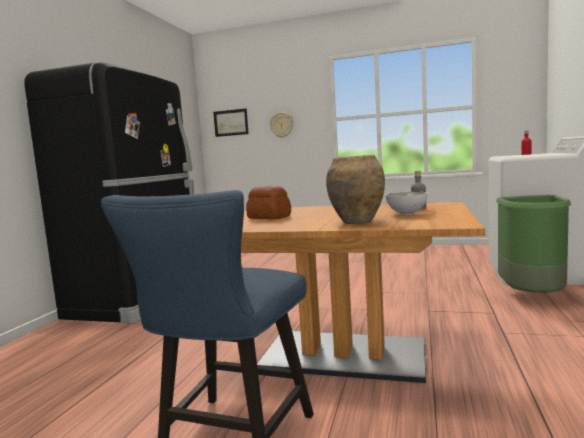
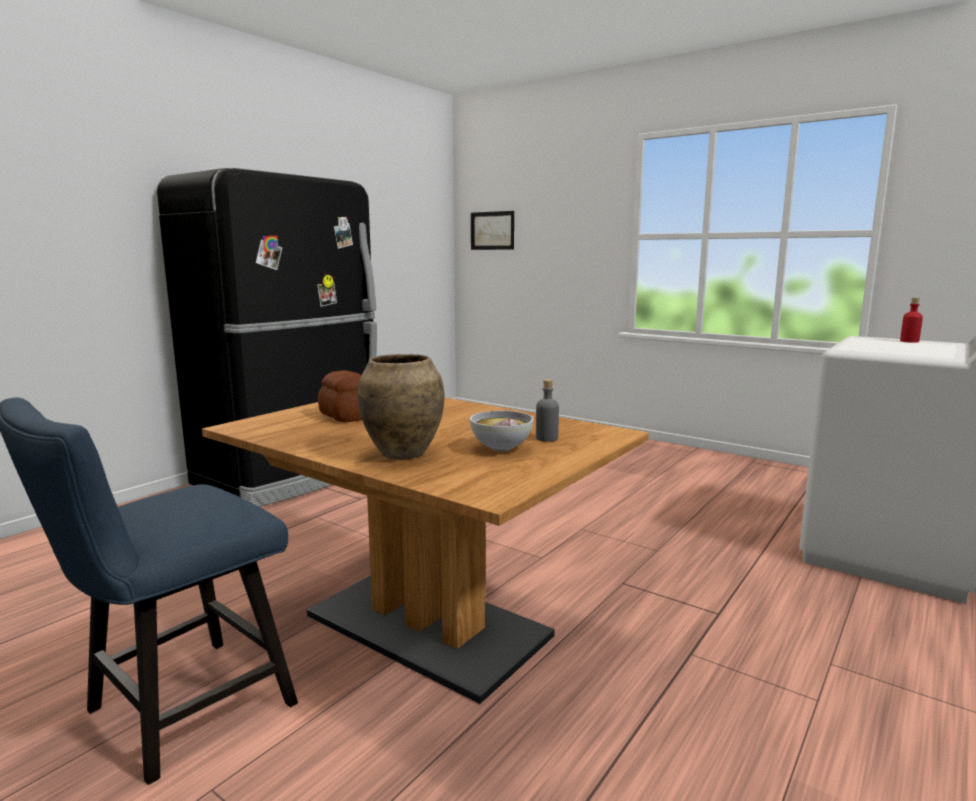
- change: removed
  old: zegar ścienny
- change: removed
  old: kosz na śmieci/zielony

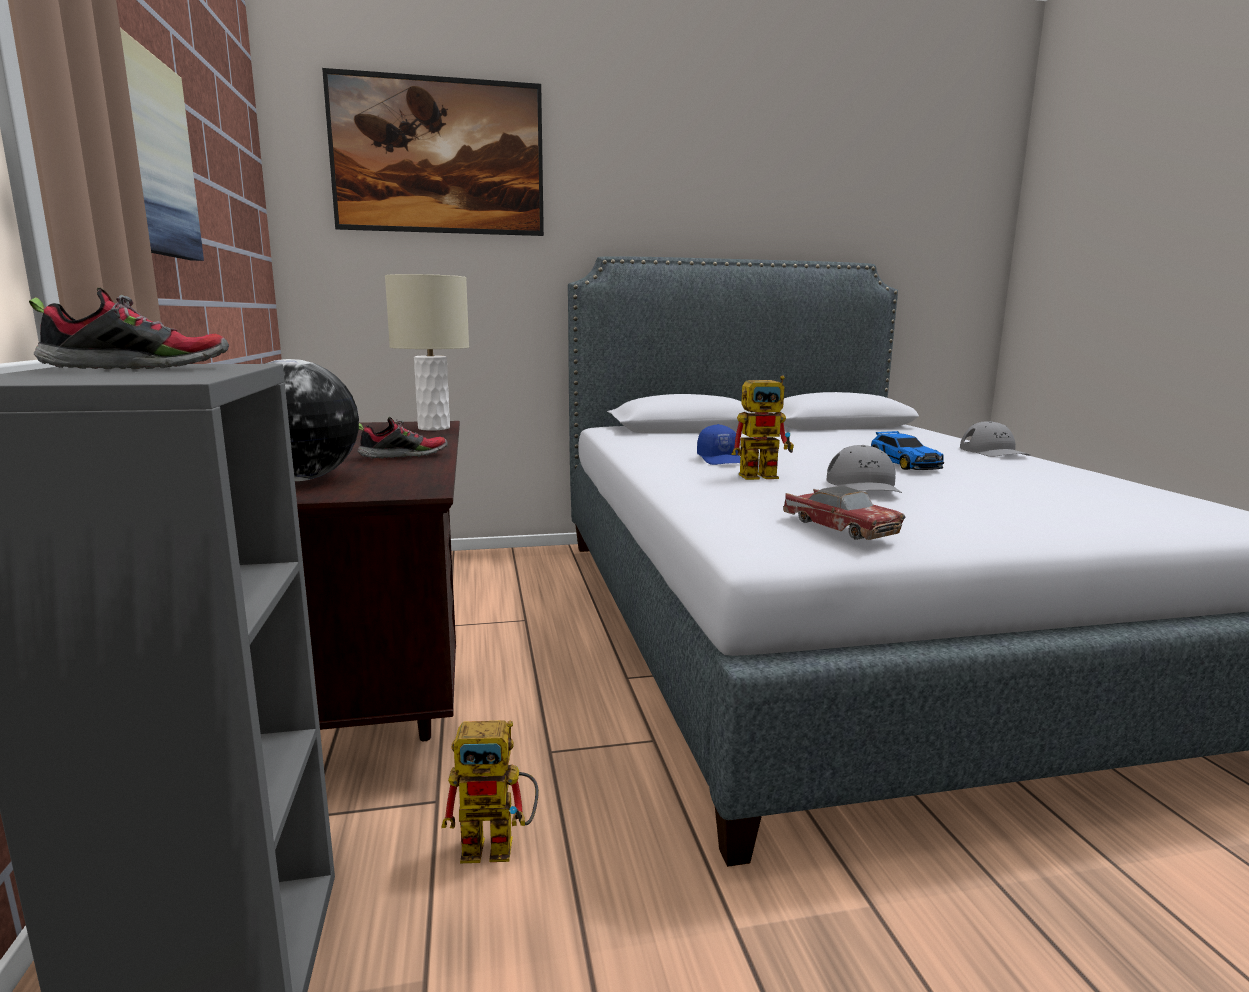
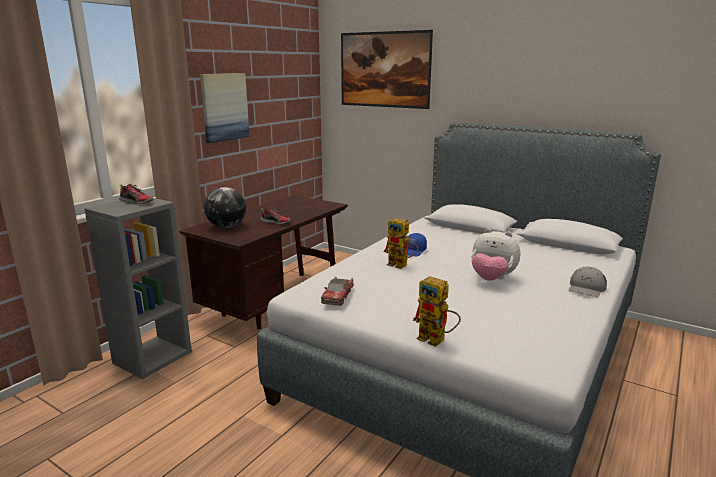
- change: removed
  old: lampa stołowa/beżowy
- change: replaced
  old: samochodzik (2nd from left)
  new: pluszak
- change: removed
  old: czapka z daszkiem/szary (1st from left)
- change: moved
  old: robot zabawkowy (1st from left in the first image)
  new: robot zabawkowy (2nd from left)

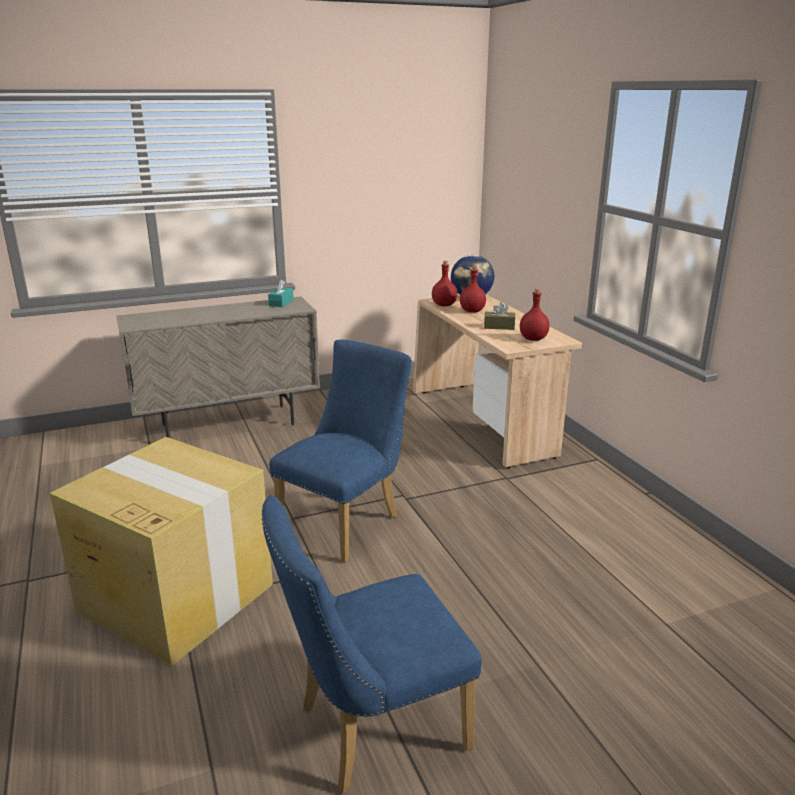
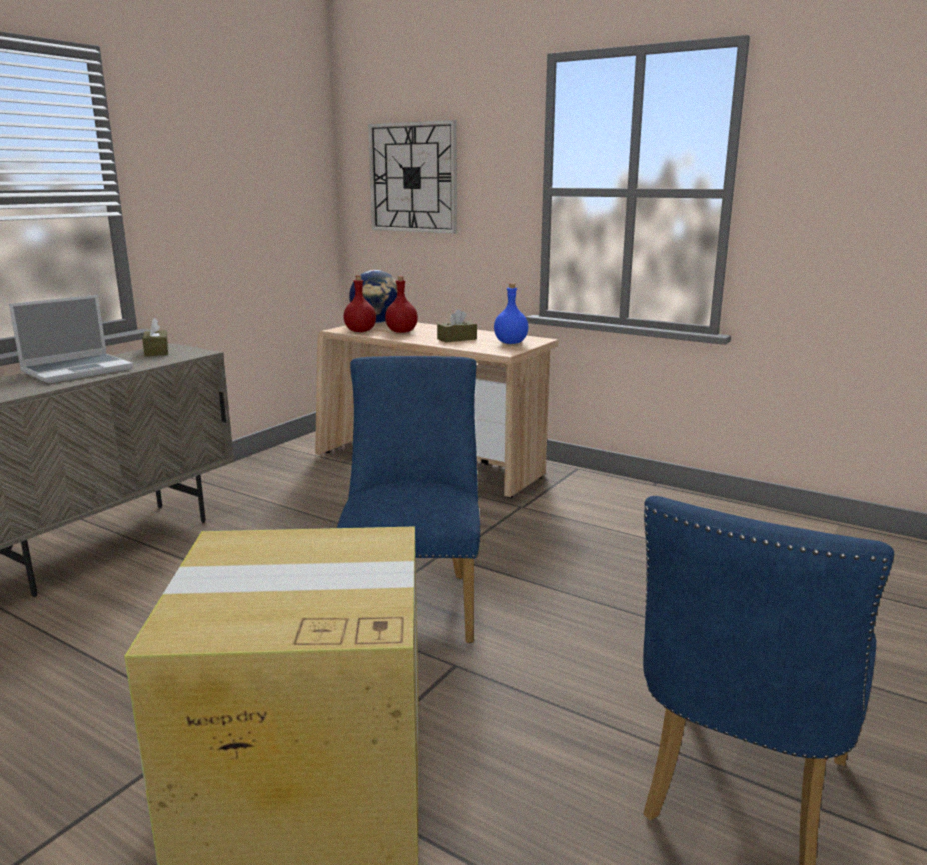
- change: recoloured
  old: pudełko chusteczek/turkusowy
  new: pudełko chusteczek/brązowy (1st from left)
- change: recoloured
  old: butelka/czerwony (3rd from left)
  new: butelka/niebieski
- change: added
  new: zegar ścienny
- change: added
  new: laptop

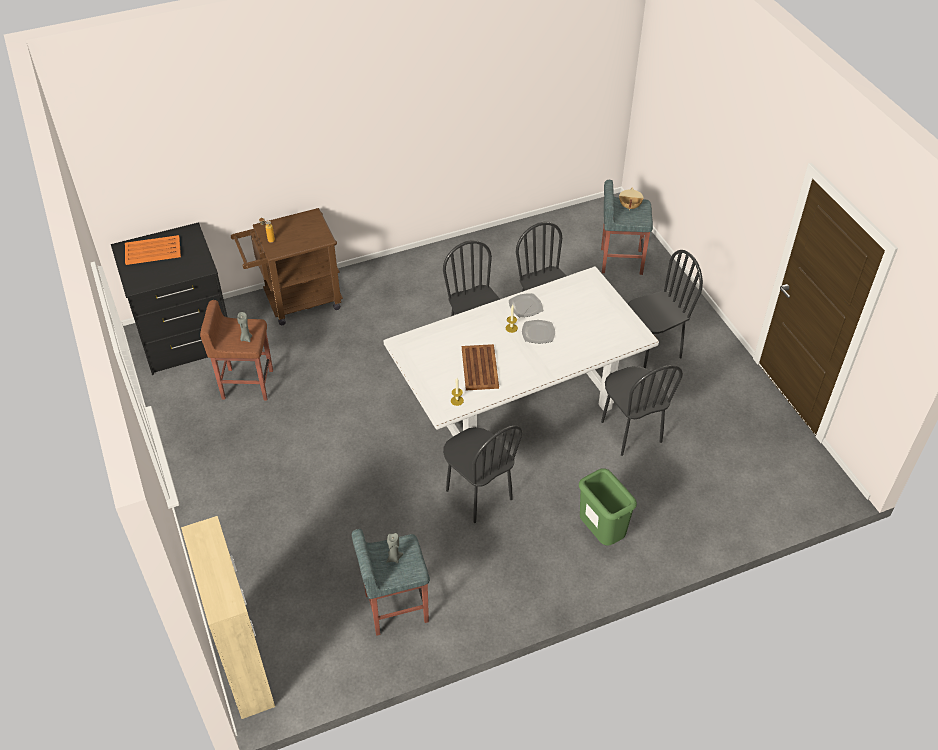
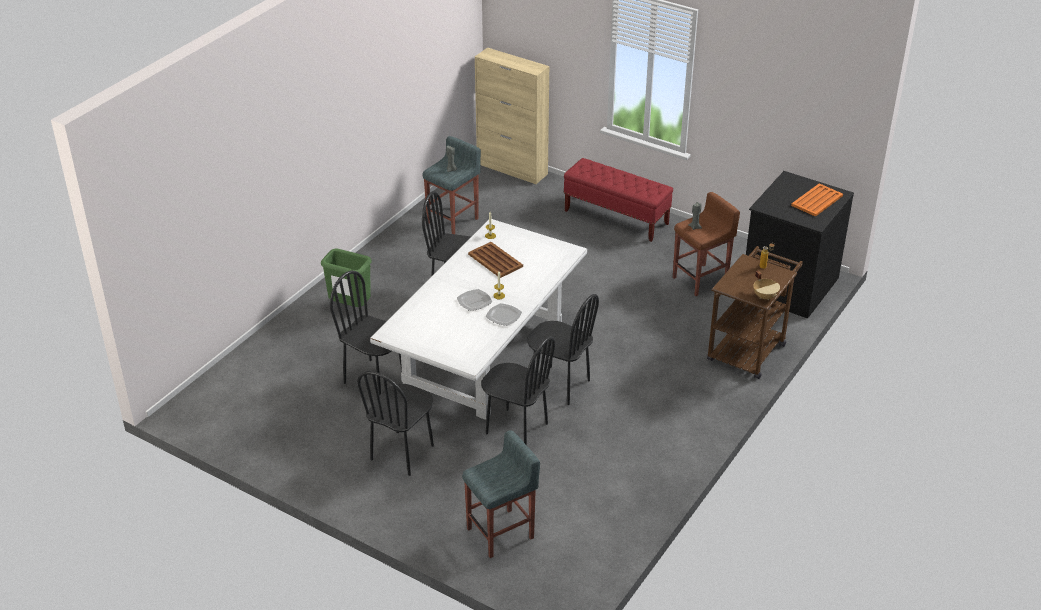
- change: moved
  old: garnek/beżowy
- change: added
  new: ławka/czerwony

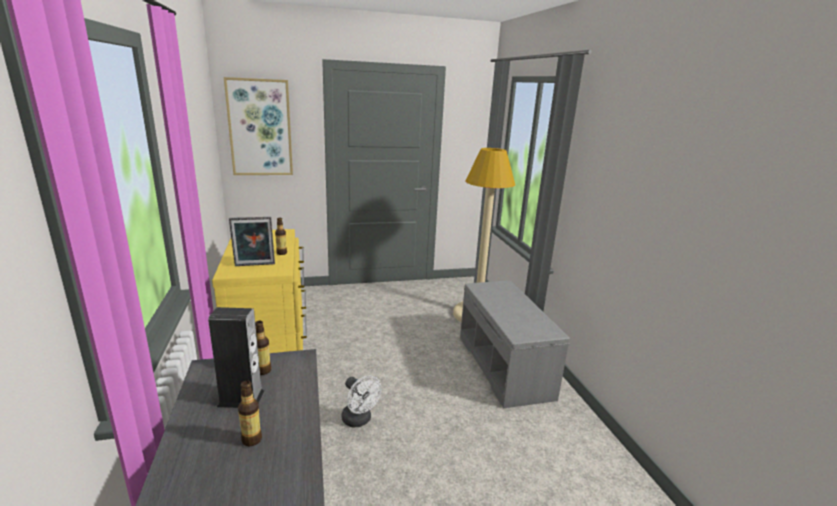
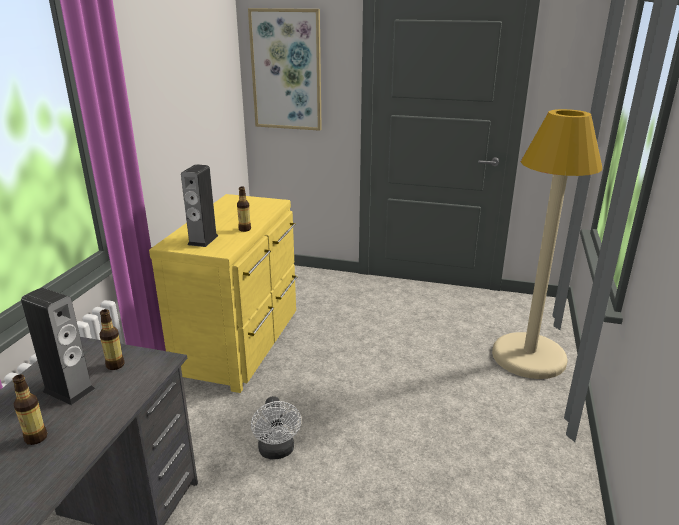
- change: replaced
  old: ramka na zdjęcie
  new: głośnik (2nd from left)
- change: removed
  old: ławka/szary

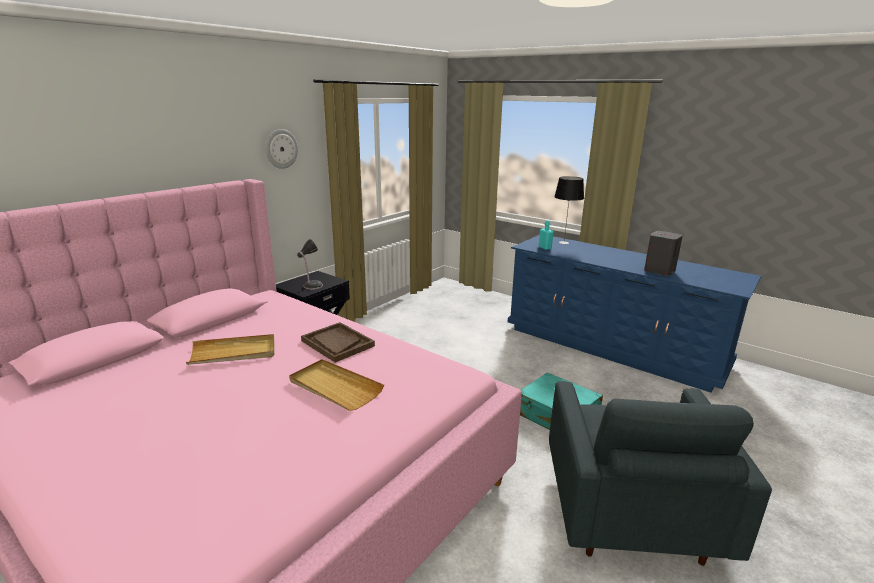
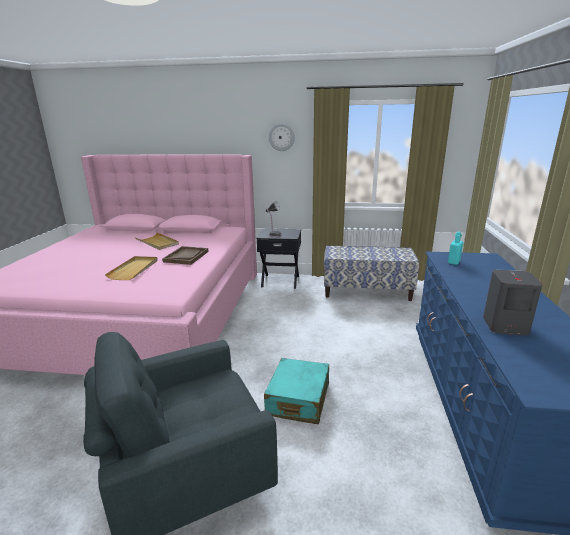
- change: removed
  old: lampa stołowa (2nd from left)
- change: added
  new: ławka

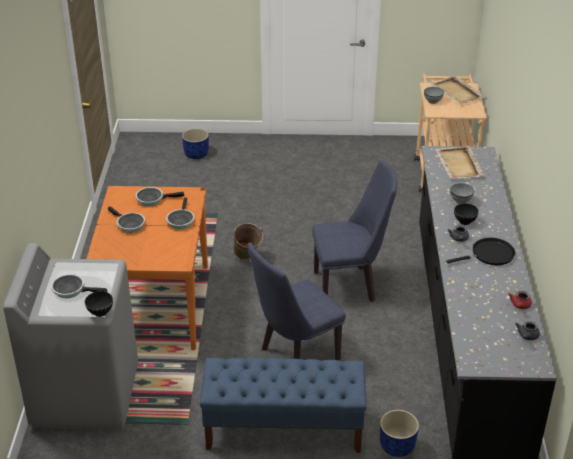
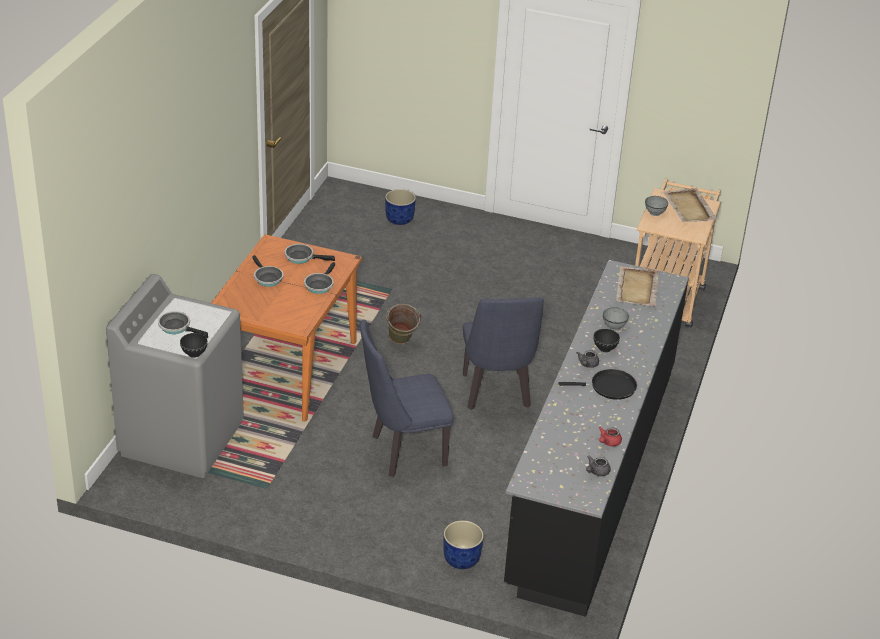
- change: turned
  old: krzesło/niebieski (2nd from left)
  degrees: 75
- change: removed
  old: ławka/niebieski

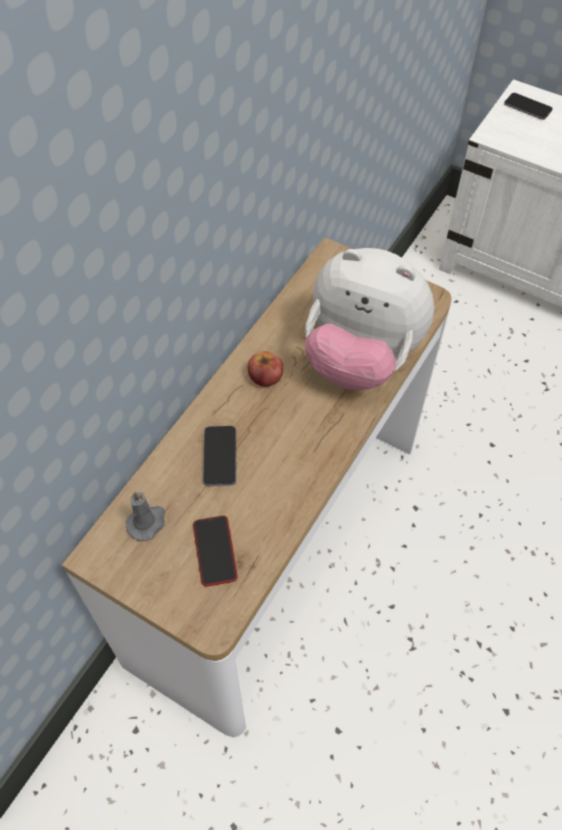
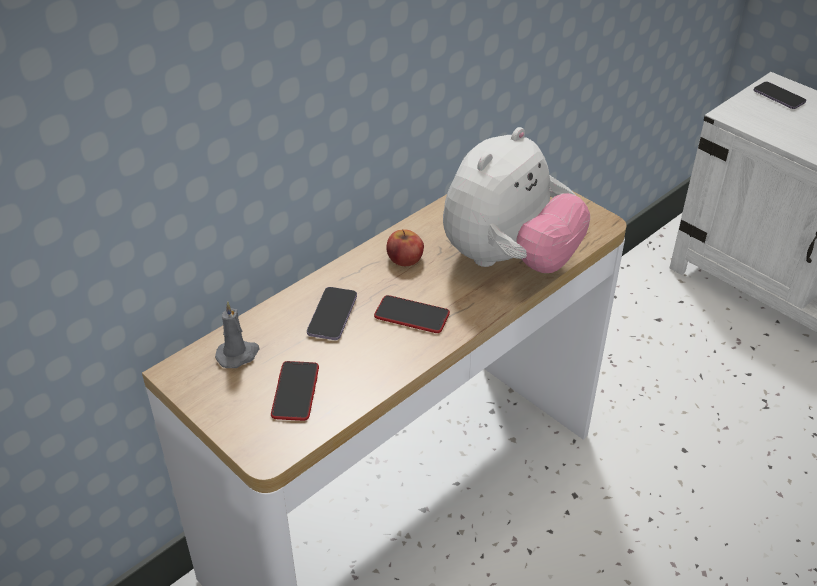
- change: turned
  old: pluszak
  degrees: -90
- change: added
  new: telefon (3rd from left)

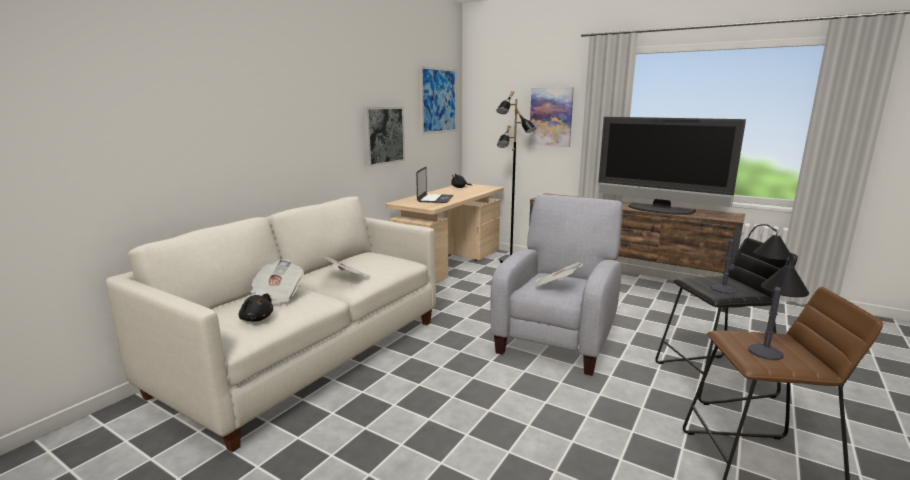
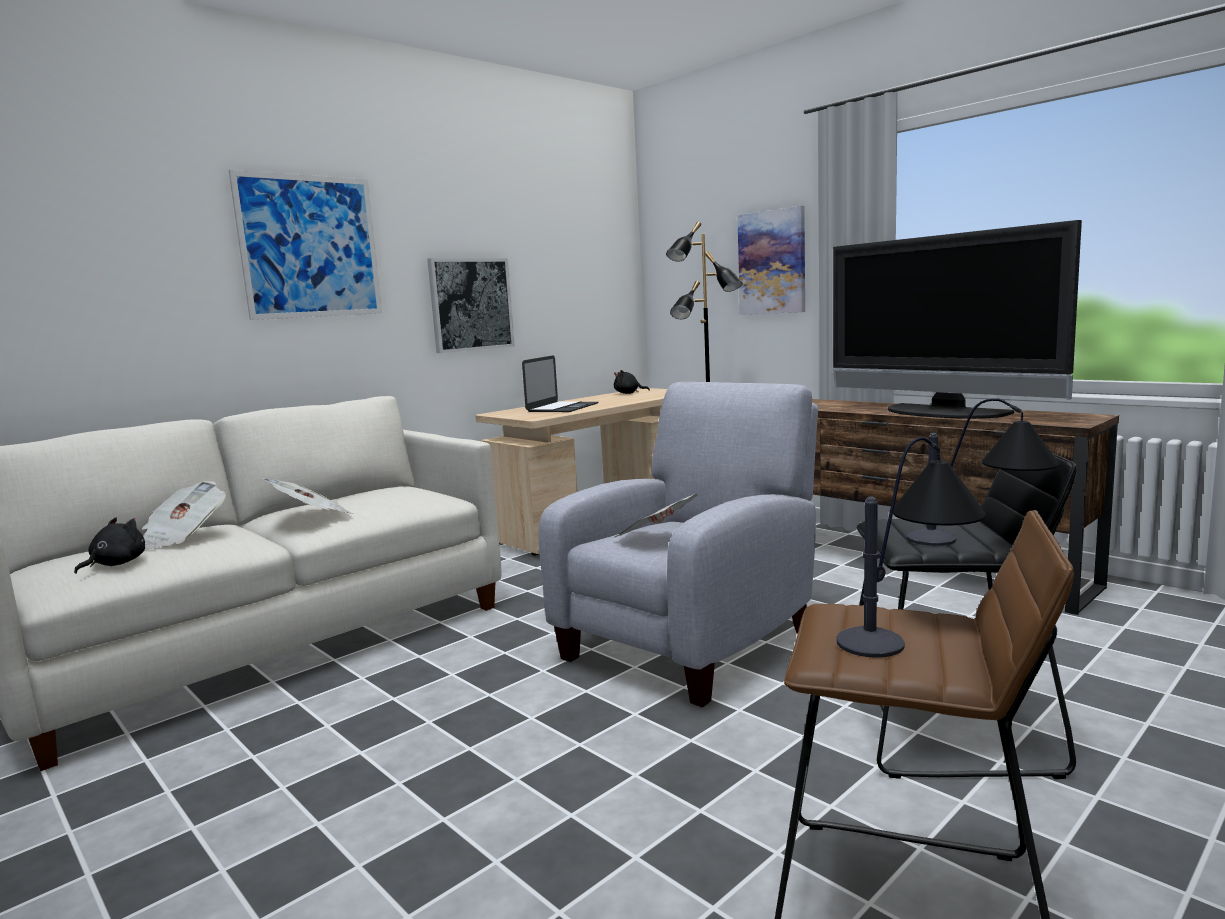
- change: moved
  old: obraz (2nd from left in the first image)
  new: obraz (1st from left)
- change: turned
  old: pluszak/czarny (1st from left)
  degrees: -120

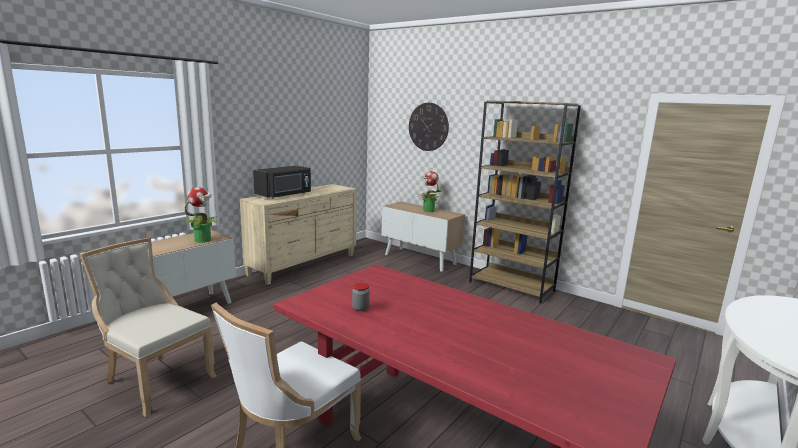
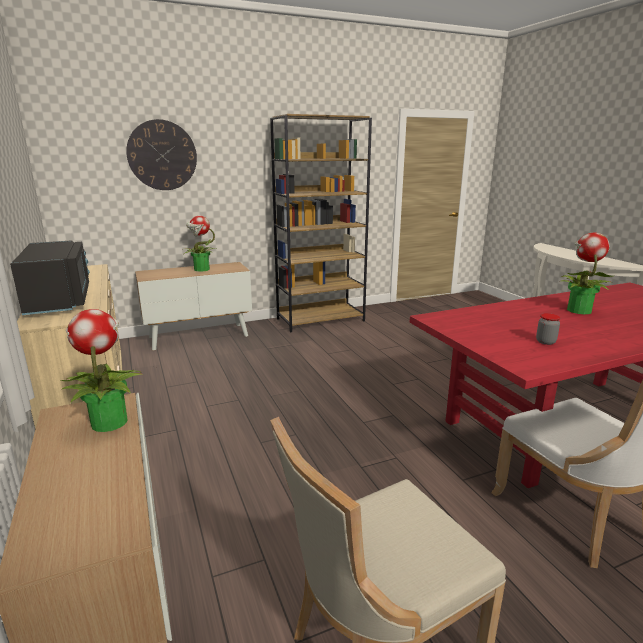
- change: added
  new: roślina doniczkowa (3rd from left)

